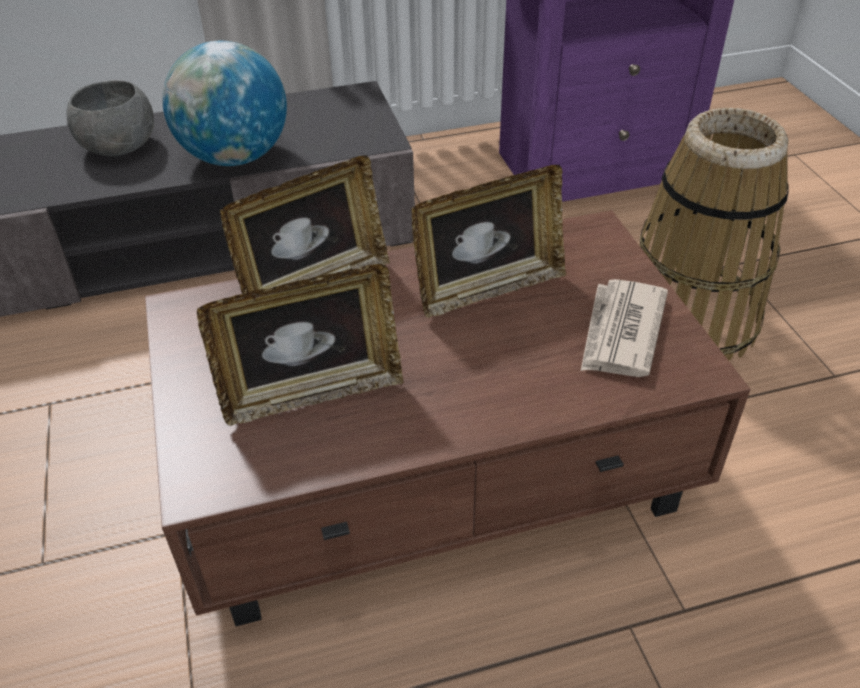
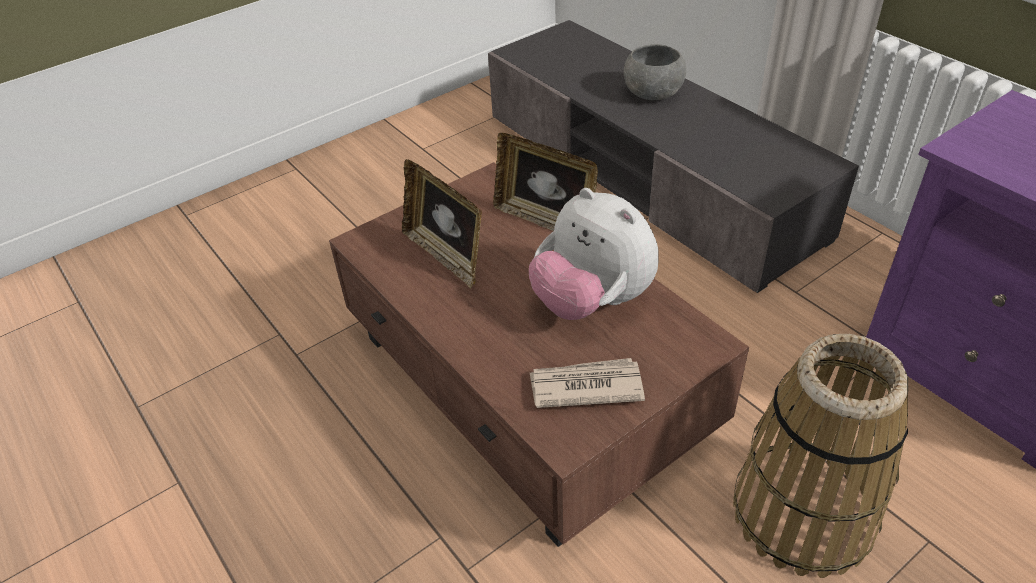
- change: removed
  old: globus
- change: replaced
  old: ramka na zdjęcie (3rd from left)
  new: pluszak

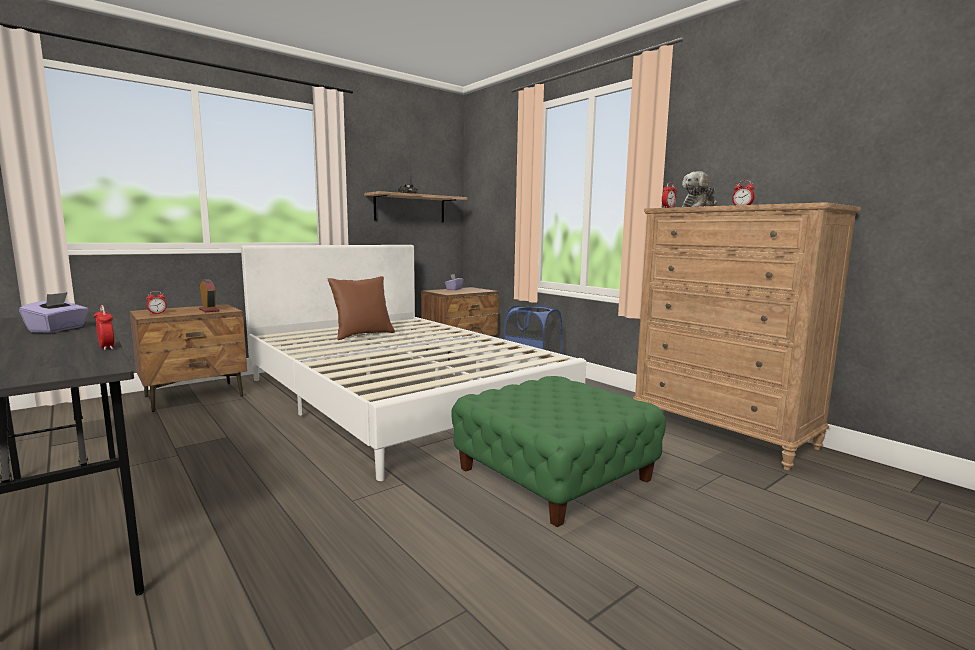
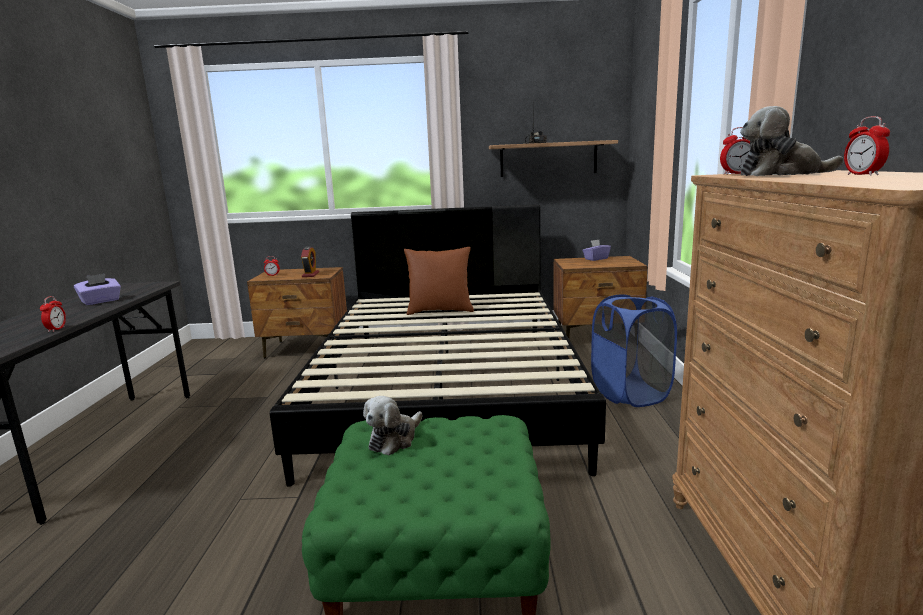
- change: recoloured
  old: łóżko/biały
  new: łóżko/czarny
- change: added
  new: pluszak (1st from left)

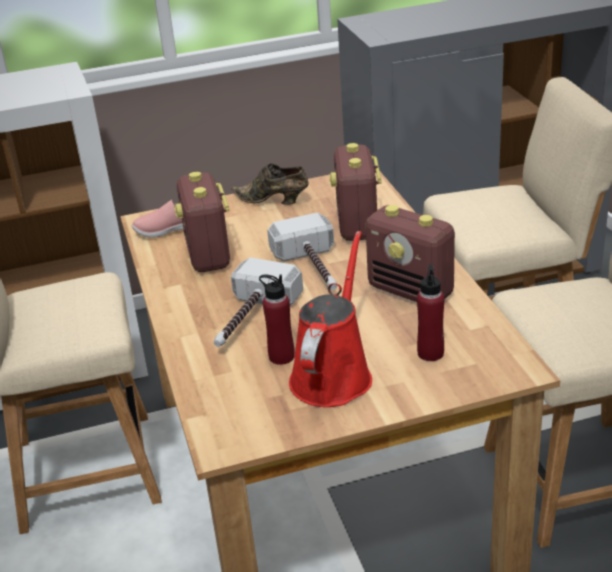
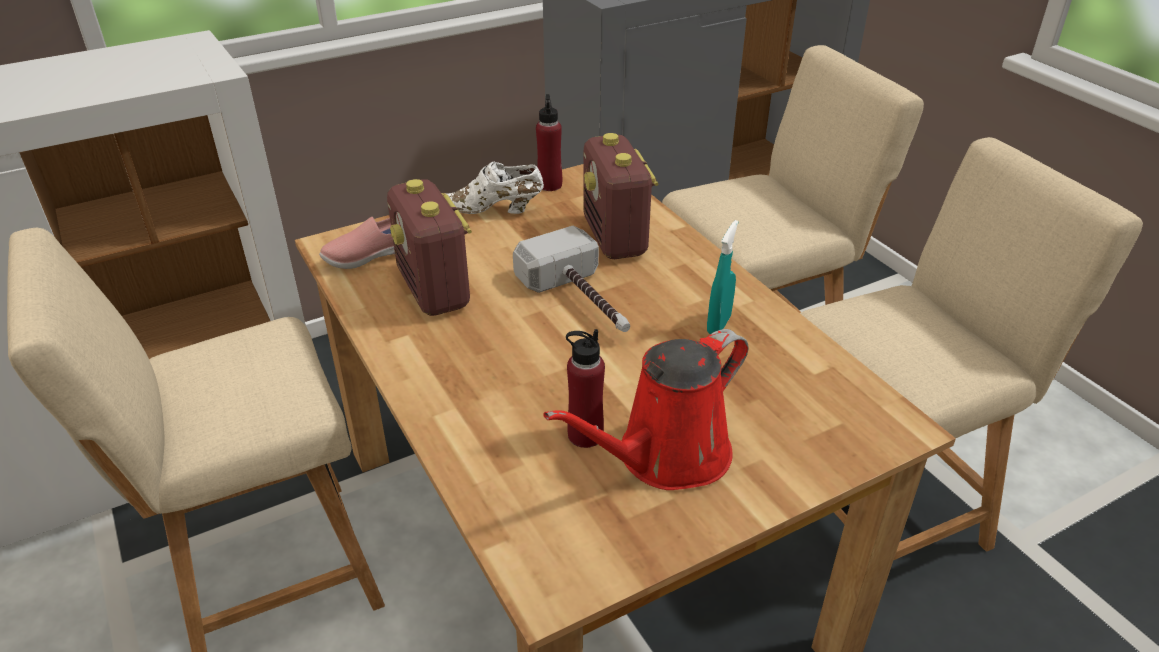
- change: recoloured
  old: but/brązowy
  new: but/biały
- change: replaced
  old: radio (3rd from left)
  new: spryskiwacz/turkusowy
- change: turned
  old: konewka/czerwony
  degrees: -135
- change: removed
  old: młotek (1st from left)
- change: moved
  old: butelka/czerwony (2nd from left in the first image)
  new: butelka/czerwony (1st from left)

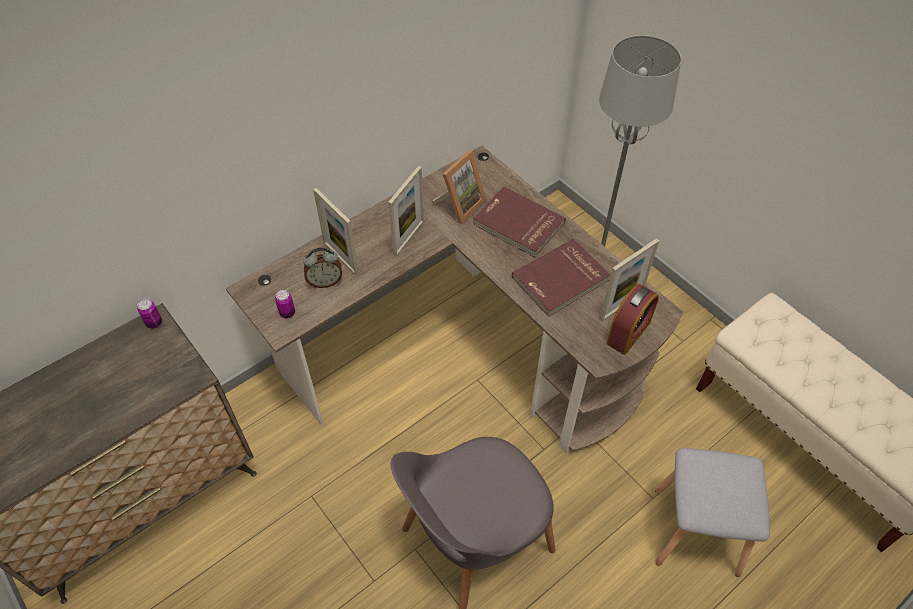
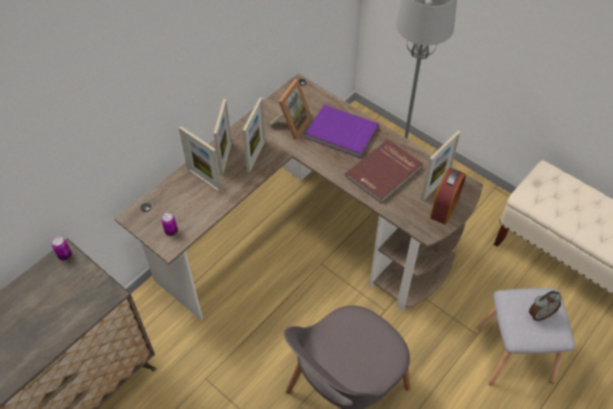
- change: recoloured
  old: książka/czerwony (1st from left)
  new: książka/fioletowy
- change: moved
  old: budzik (1st from left in the first image)
  new: budzik (2nd from left)
- change: added
  new: ramka na zdjęcie (2nd from left)

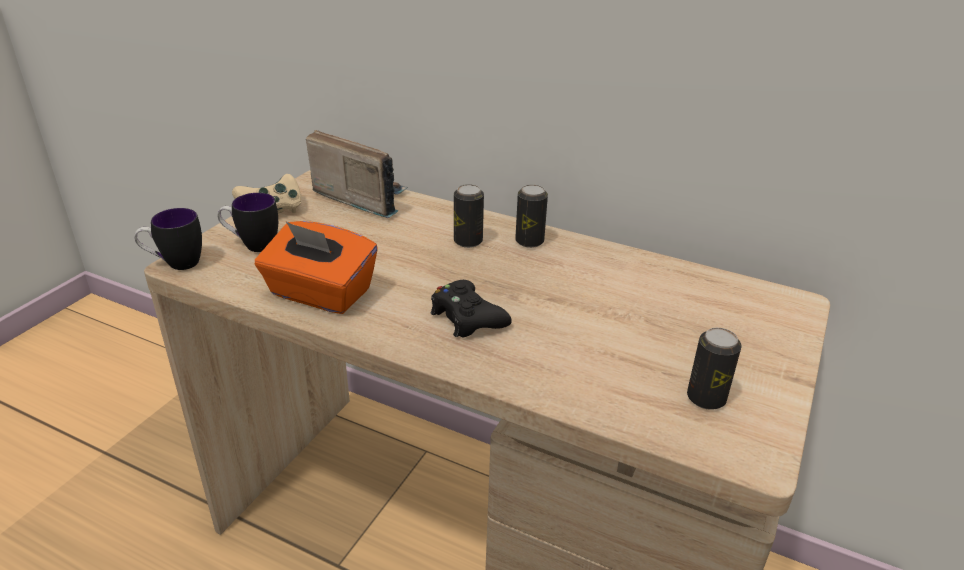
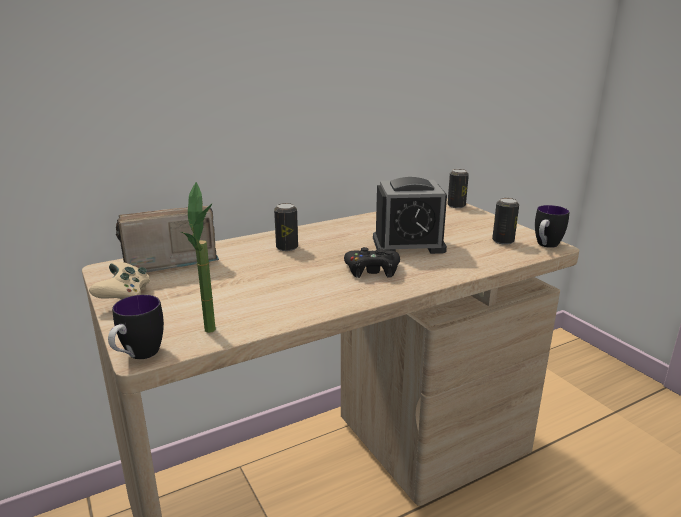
- change: moved
  old: puszka (2nd from left)
- change: moved
  old: kubek (2nd from left)
- change: removed
  old: pudełko chusteczek/pomarańczowy
- change: added
  new: budzik
- change: added
  new: roślina doniczkowa

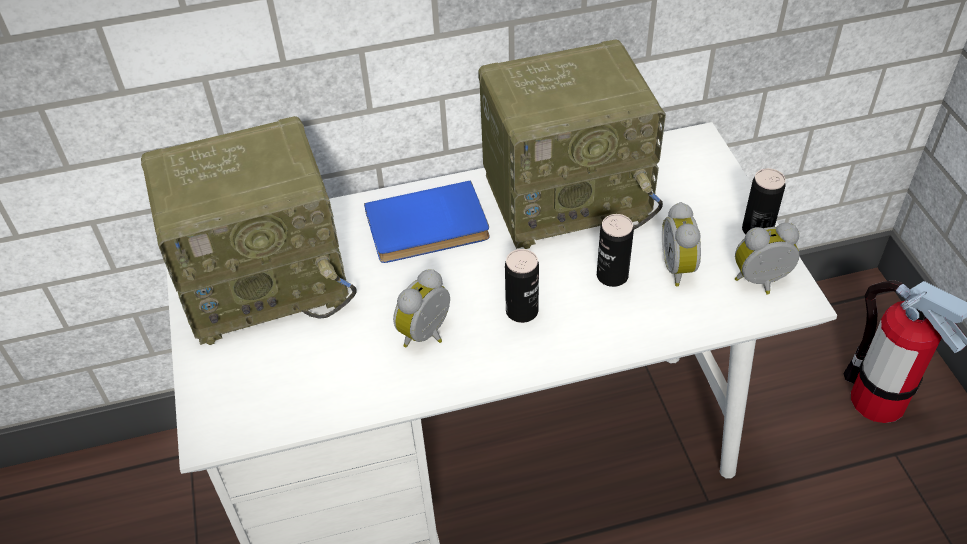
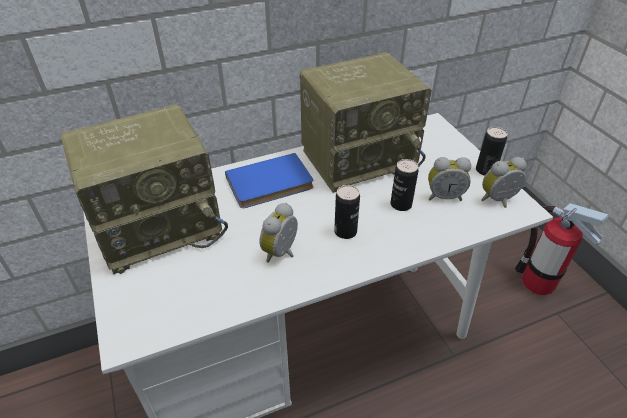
- change: turned
  old: budzik (2nd from left)
  degrees: -75

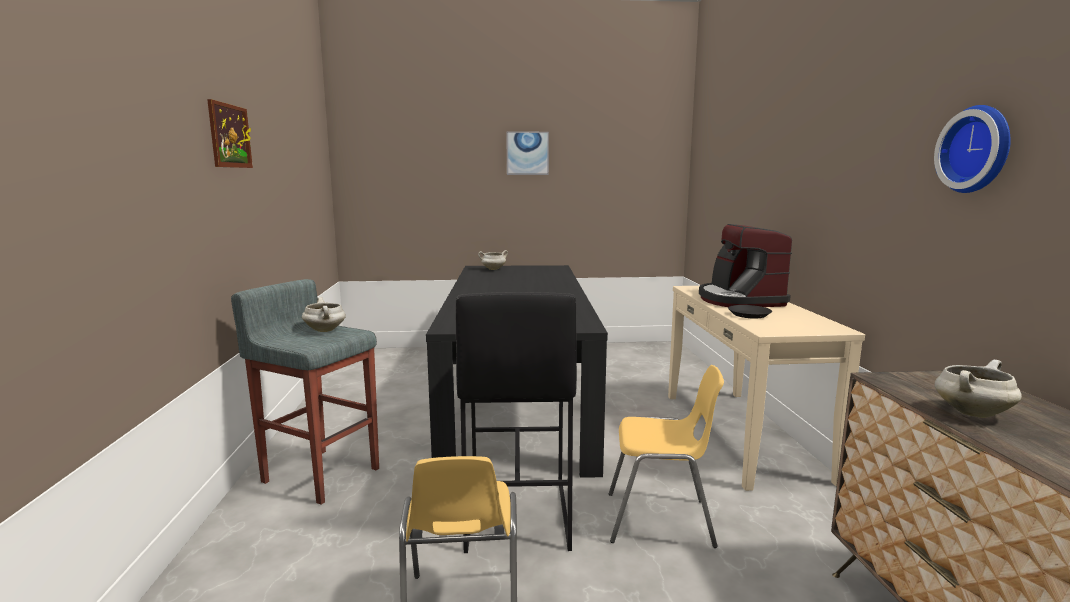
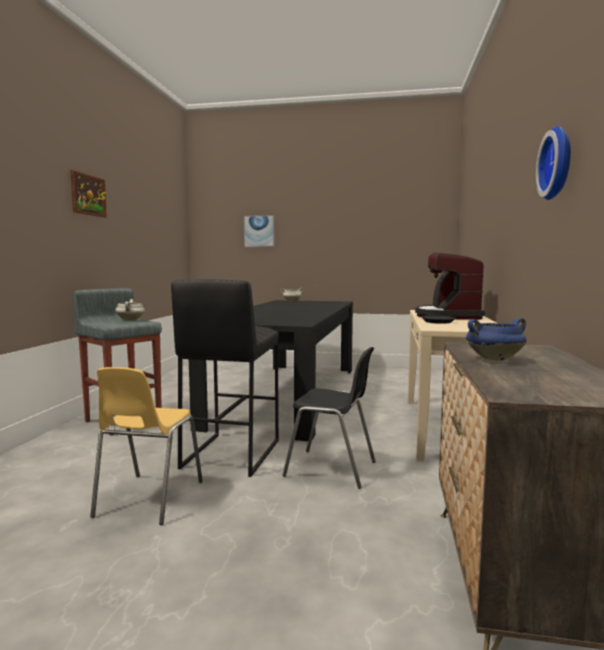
- change: moved
  old: obraz (2nd from left)
- change: recoloured
  old: garnek/biały (3rd from left)
  new: garnek/niebieski
- change: recoloured
  old: krzesło/żółty (2nd from left)
  new: krzesło/czarny

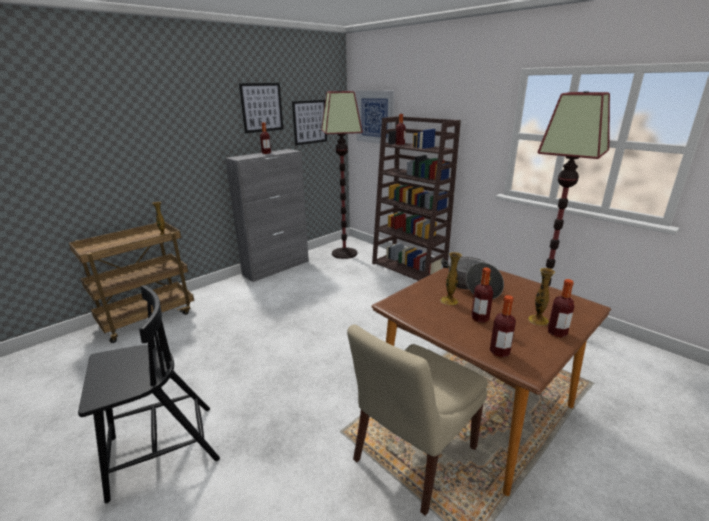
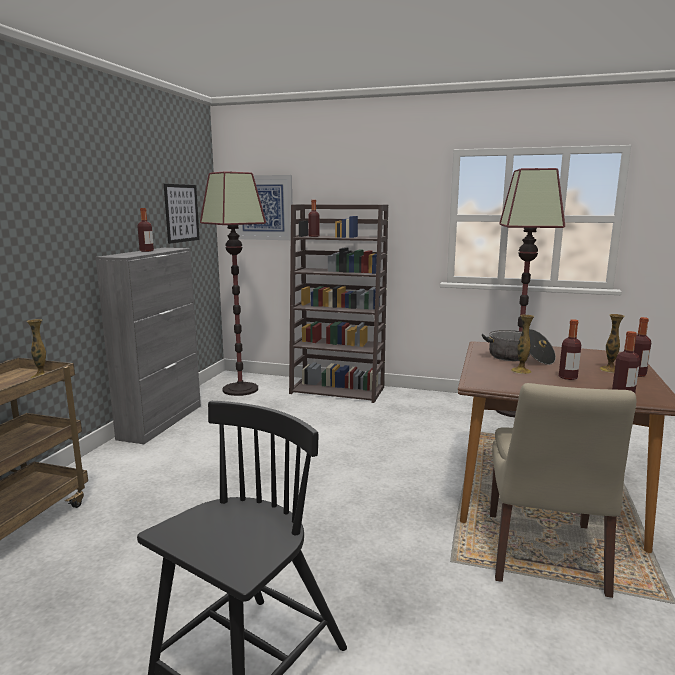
- change: removed
  old: obraz (1st from left)

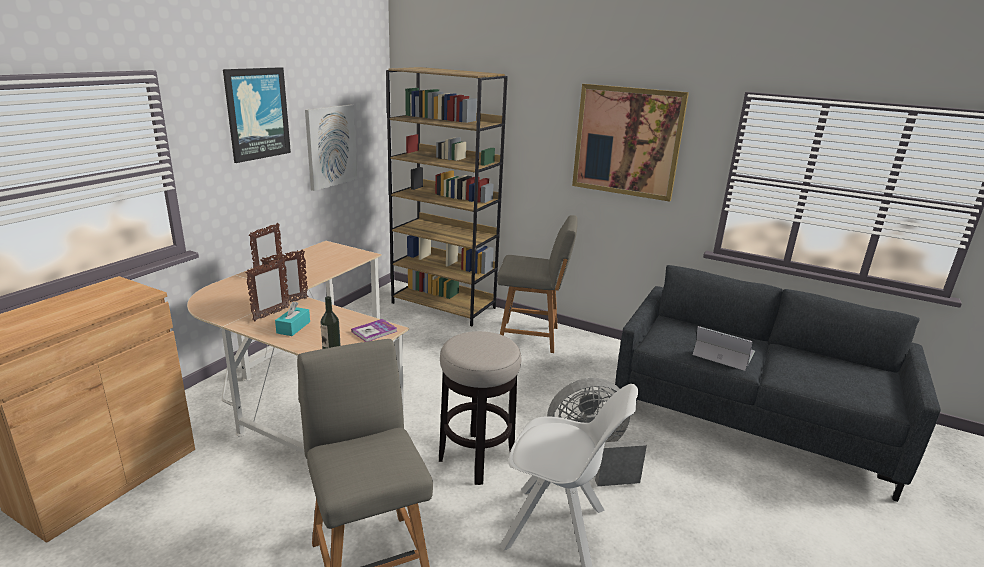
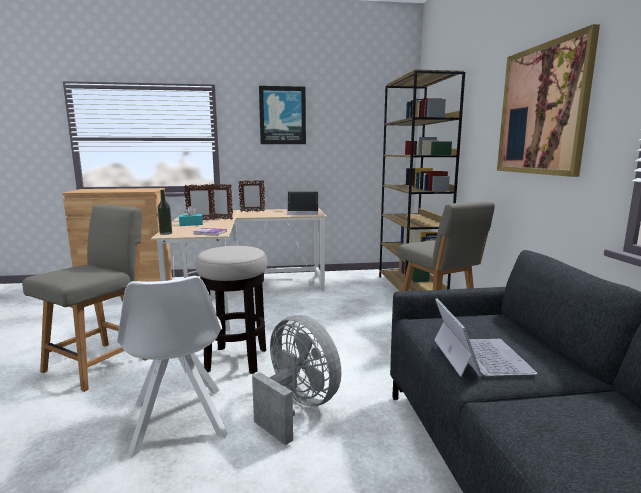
- change: removed
  old: obraz (2nd from left)
- change: added
  new: laptop (1st from left)

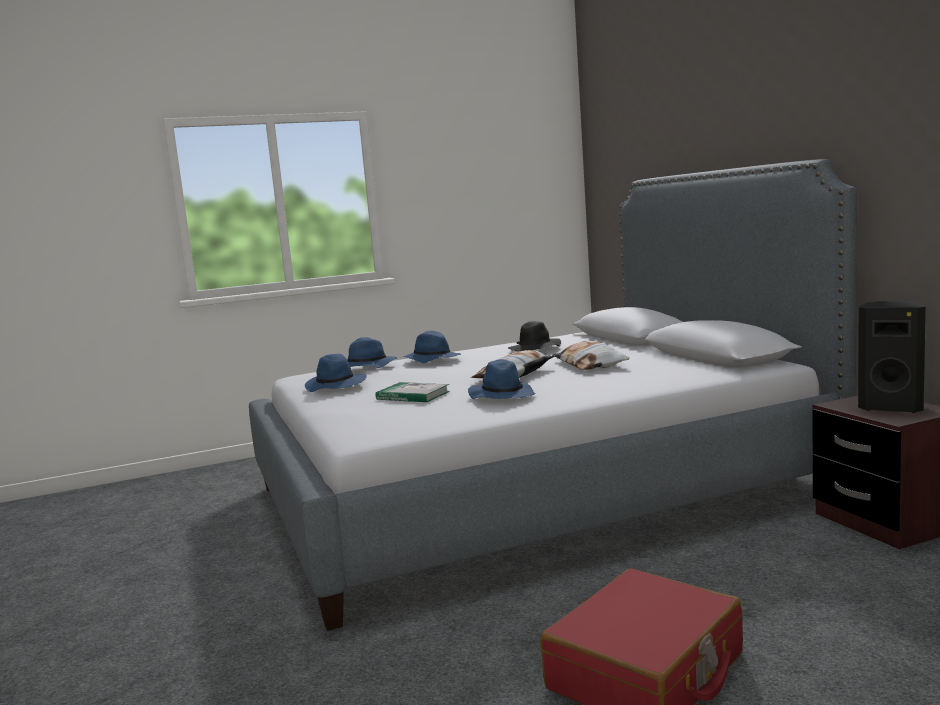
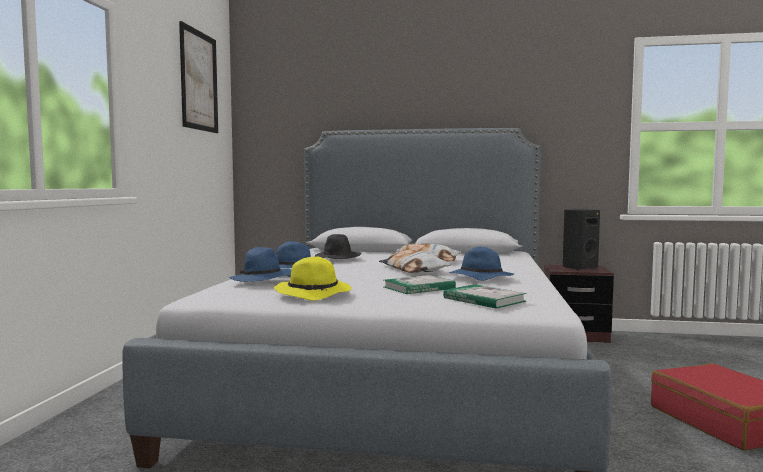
- change: recoloured
  old: kapelusz/niebieski (1st from left)
  new: kapelusz/żółty
- change: added
  new: obraz
- change: added
  new: książka (2nd from left)

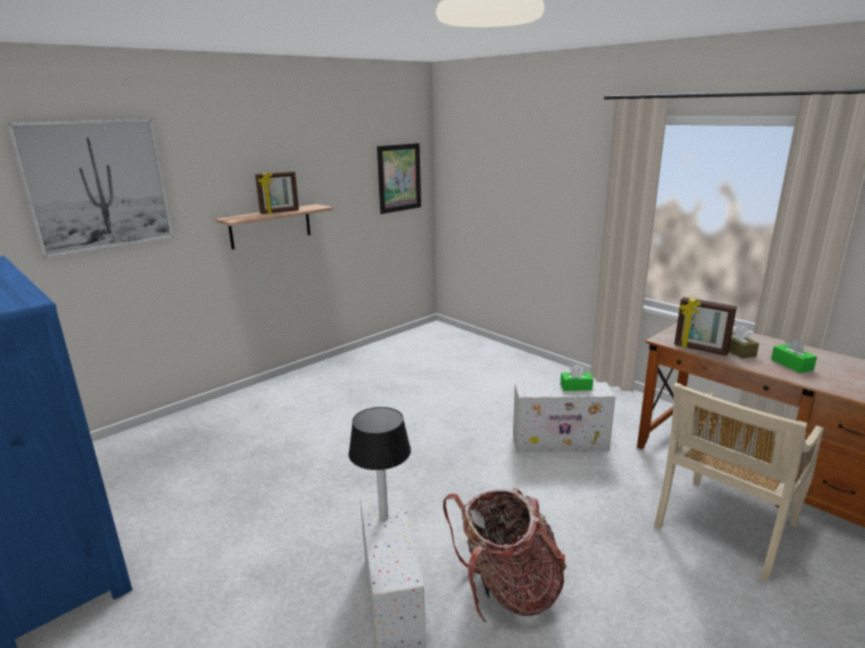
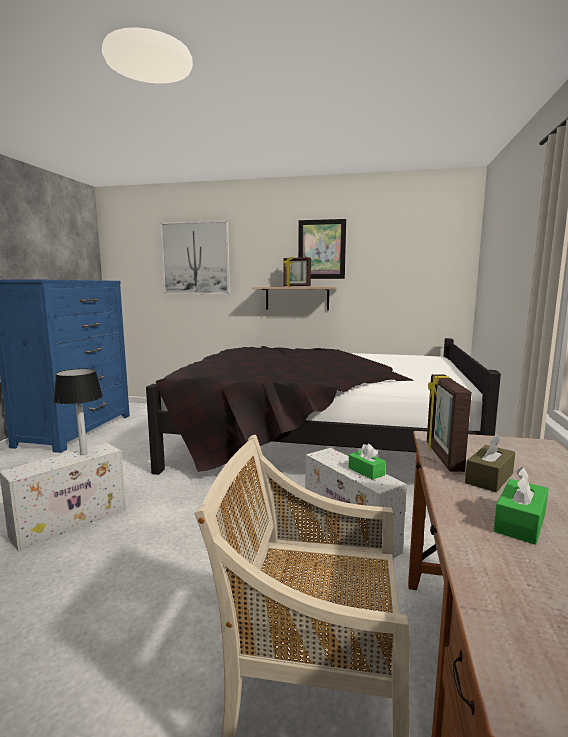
- change: moved
  old: obraz (2nd from left)
- change: removed
  old: plecak
- change: added
  new: łóżko/czarny

